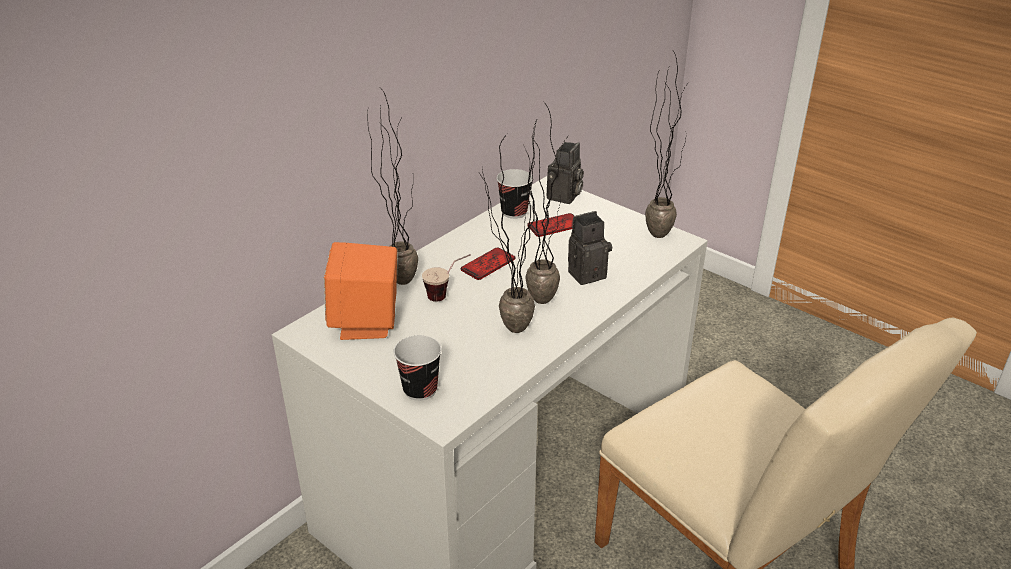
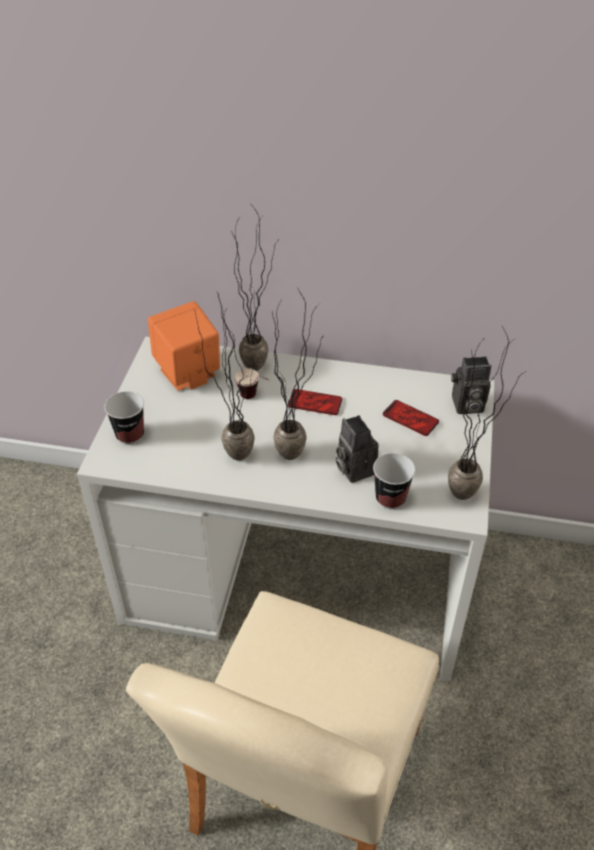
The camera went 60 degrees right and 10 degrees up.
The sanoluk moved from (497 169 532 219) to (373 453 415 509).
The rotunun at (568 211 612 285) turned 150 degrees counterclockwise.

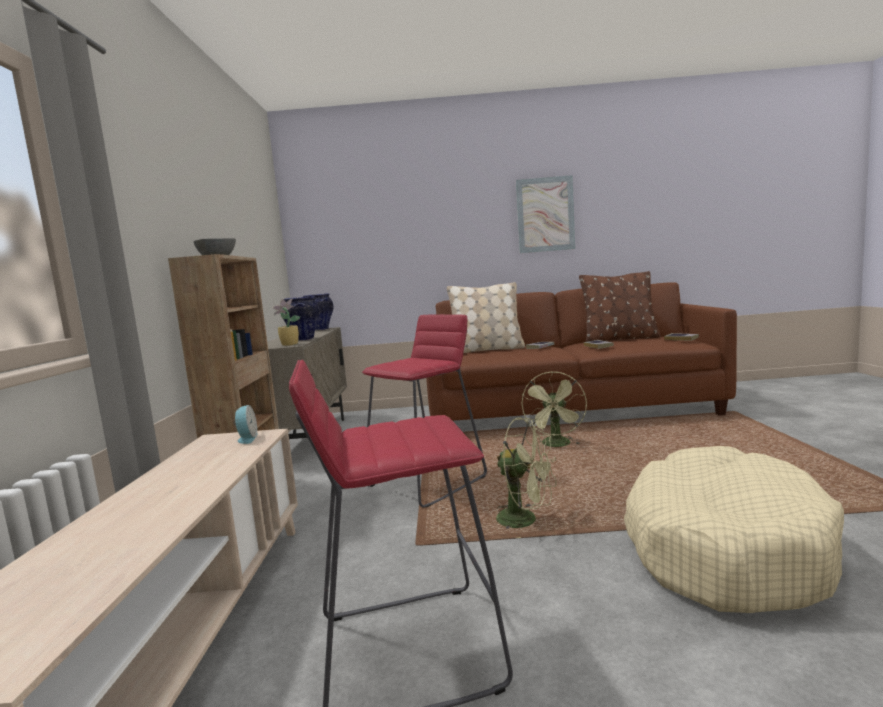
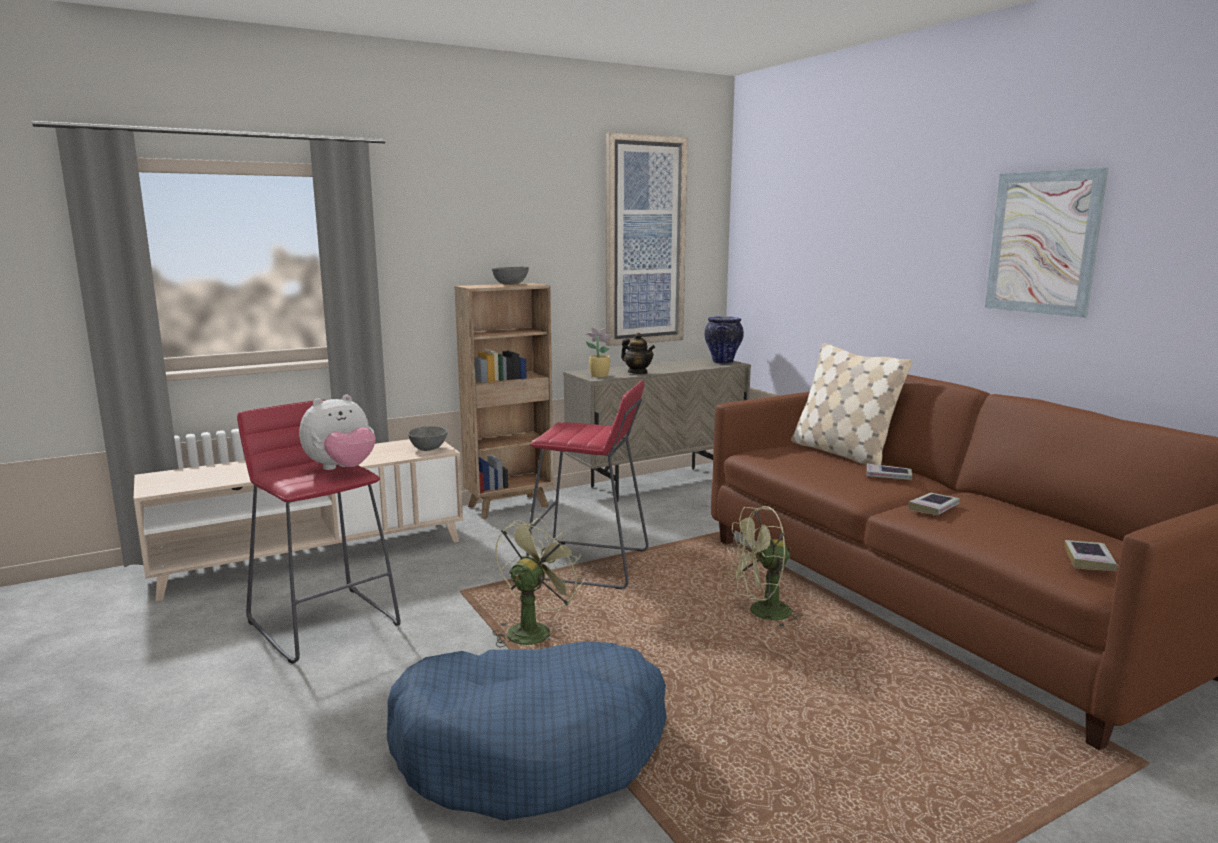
The camera went 60 degrees right and 5 degrees up.
The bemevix at (233 405 258 444) was replaced by the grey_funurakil at (408 426 448 451).
The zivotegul at (283 296 320 341) was replaced by the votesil at (621 333 655 374).
The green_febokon at (496 417 556 538) turned 150 degrees counterclockwise.
The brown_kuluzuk at (579 271 661 342) disappeared.
The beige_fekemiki at (624 446 844 613) became the blue_fekemiki at (387 641 667 820).
The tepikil at (299 395 376 470) appeared.
The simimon at (606 132 688 346) appeared.

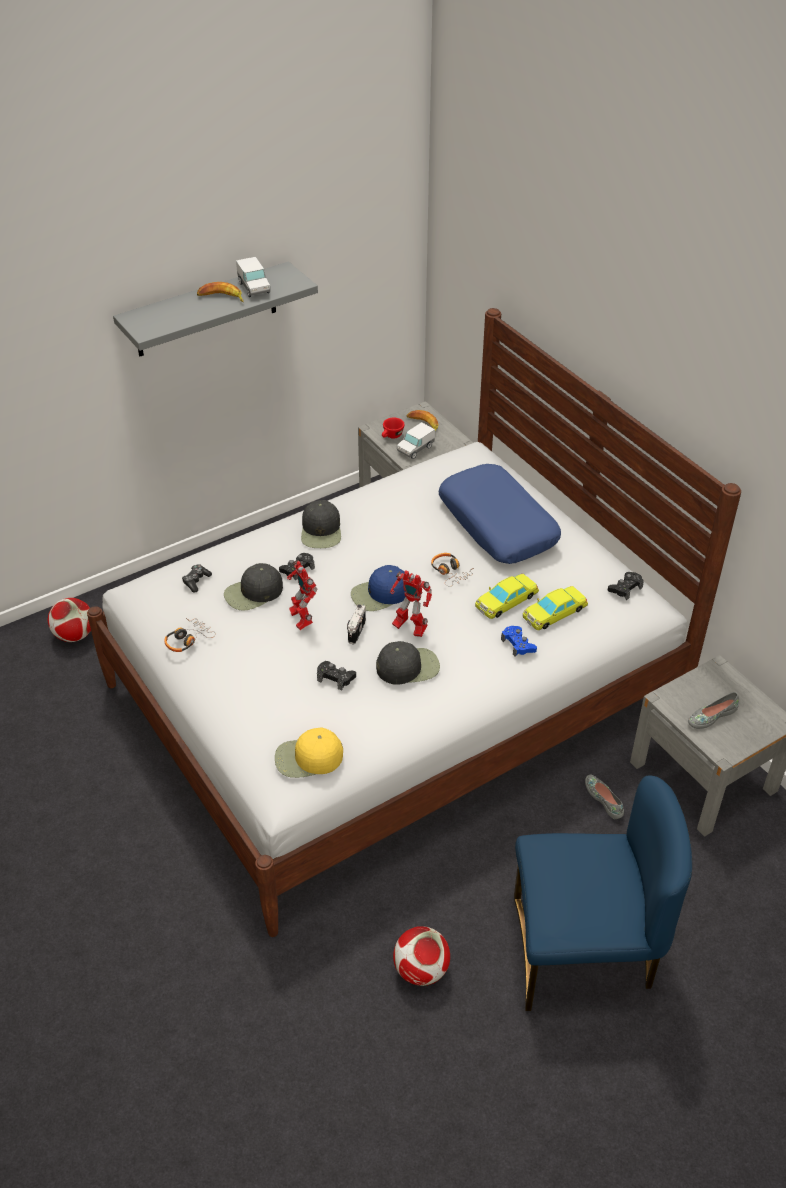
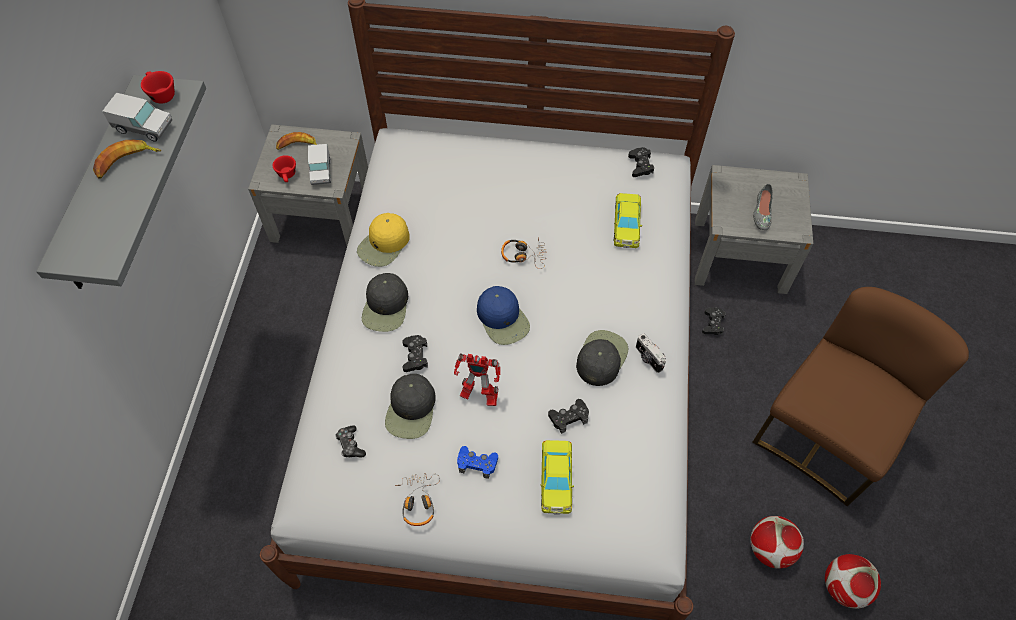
The camera went 50 degrees left and 15 degrees up.
The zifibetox moved from (48 598 91 642) to (825 554 881 609).
The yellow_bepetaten moved from (275 728 343 778) to (357 213 410 267).
The black_bepetaten at (301 500 341 548) turned 60 degrees clockwise.
The rotunun moved from (347 604 366 645) to (636 333 666 373).
The blue_bepetaten at (351 565 405 611) turned 45 degrees counterclockwise.
The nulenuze at (390 570 432 637) disappeared.
The blue_kuluzuk at (439 464 561 564) disappeared.
The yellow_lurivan moved from (475 574 539 619) to (541 440 574 514).
The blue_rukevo moved from (501 626 537 656) to (457 446 498 479).
The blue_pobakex at (514 775 692 1011) became the brown_pobakex at (752 287 969 506).
The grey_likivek at (585 775 624 819) was replaced by the black_rukevo at (702 307 726 335).
The red_sanoluk at (141 71 175 104) appeared.

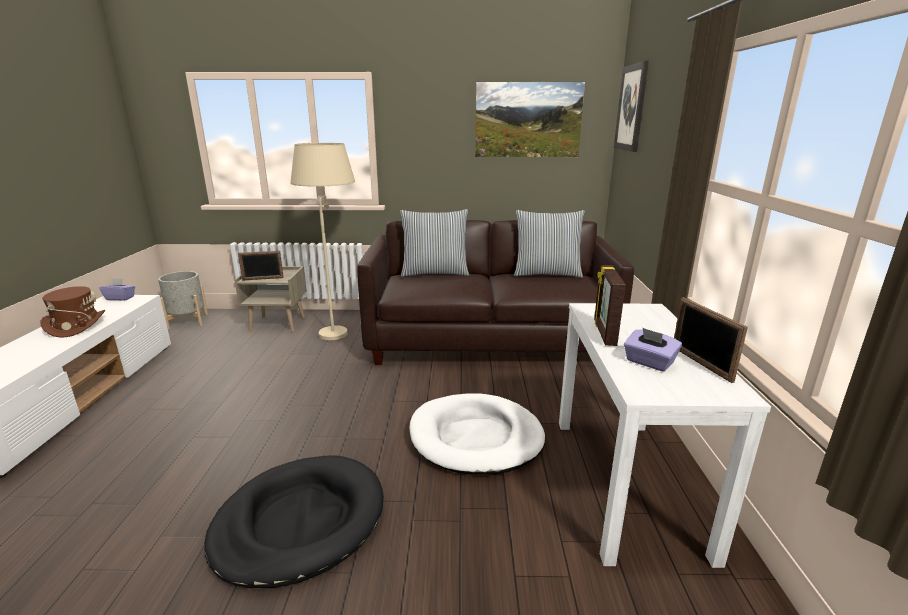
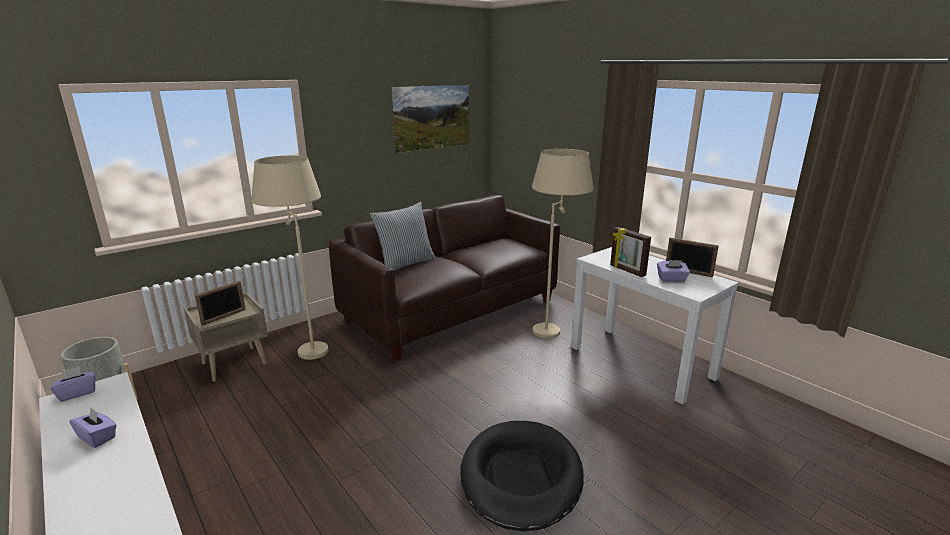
The camera went 40 degrees left and 0 degrees up.
The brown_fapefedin at (41 286 105 337) was replaced by the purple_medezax at (69 408 117 448).
The white_fekemiki at (409 393 545 475) disappeared.
The kuluzuk at (514 210 584 278) disappeared.
The simimon at (614 61 649 152) disappeared.
The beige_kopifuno at (532 149 594 339) appeared.

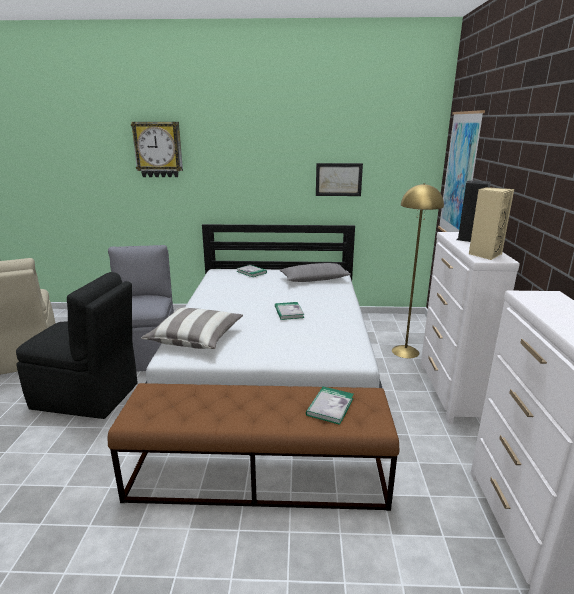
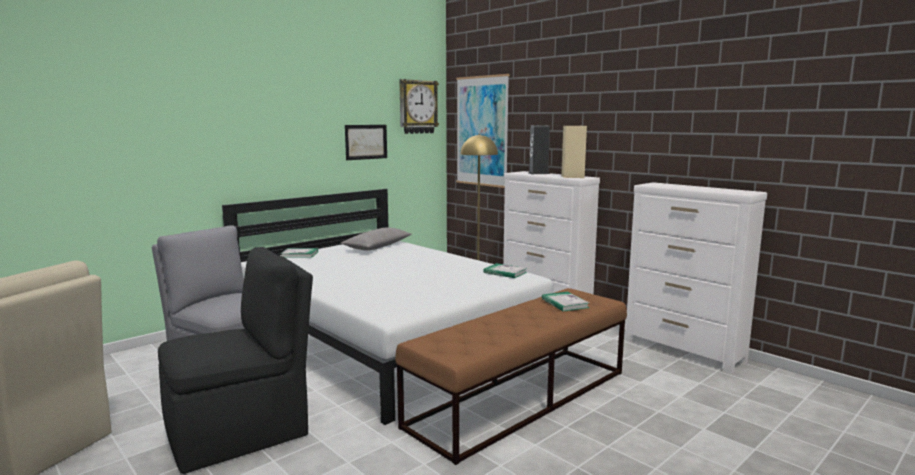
The camera went 45 degrees left and 10 degrees down.
The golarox moved from (131 122 183 177) to (399 79 439 134).
The kuluzuk at (141 308 243 349) disappeared.
The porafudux moved from (275 302 304 320) to (484 263 527 278).

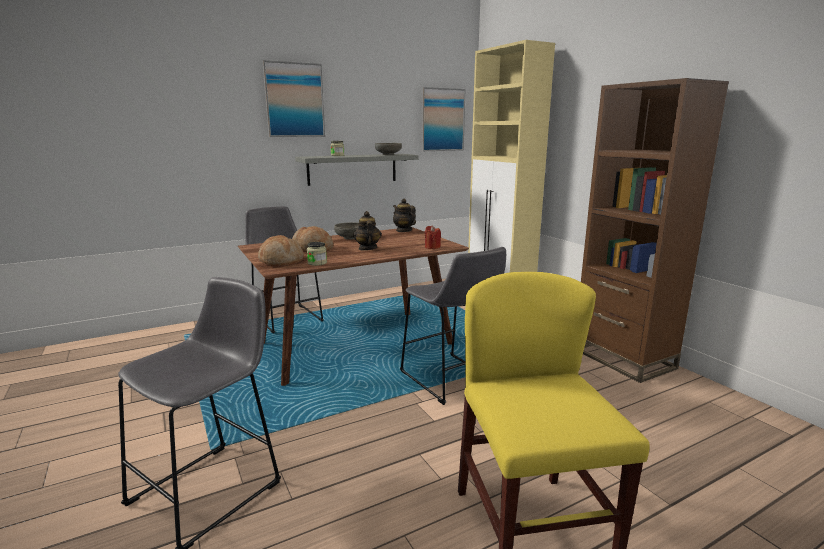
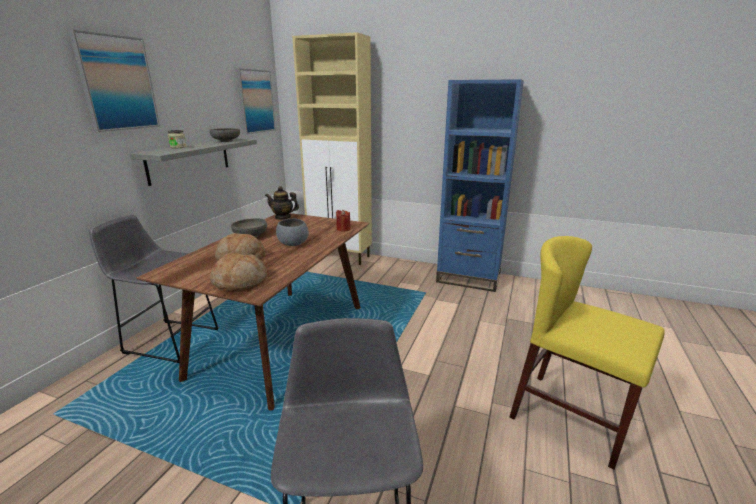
The camera went 40 degrees left and 5 degrees up.
The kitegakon at (307 242 327 266) disappeared.
The votesil at (353 211 382 251) was replaced by the grey_funurakil at (276 219 309 246).
The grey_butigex at (400 247 506 405) disappeared.
The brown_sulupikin at (581 78 729 383) became the blue_sulupikin at (436 79 524 292).

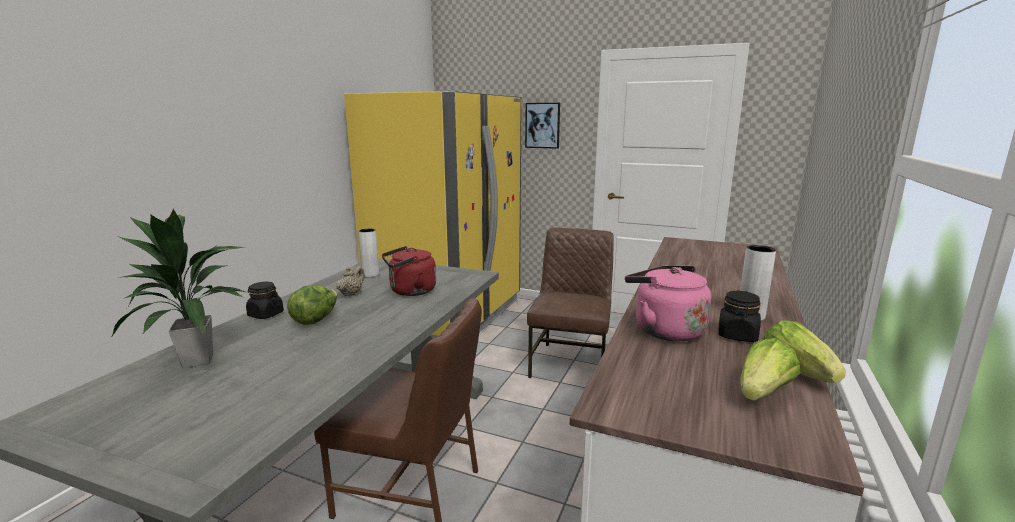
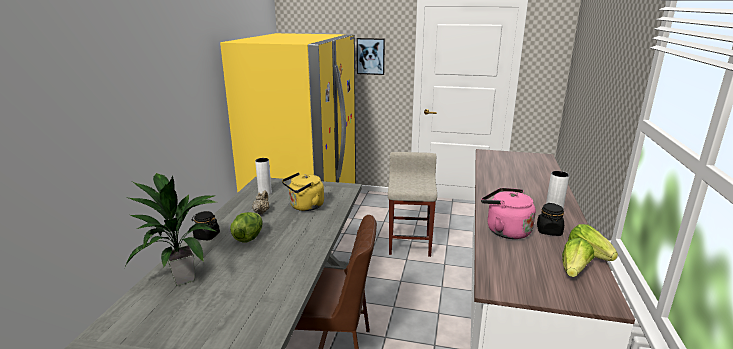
The camera went 10 degrees left and 5 degrees up.
The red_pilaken at (382 246 436 296) became the yellow_pilaken at (282 172 324 211).
The brown_pobakex at (527 228 614 378) was replaced by the beige_butigex at (388 152 437 257).

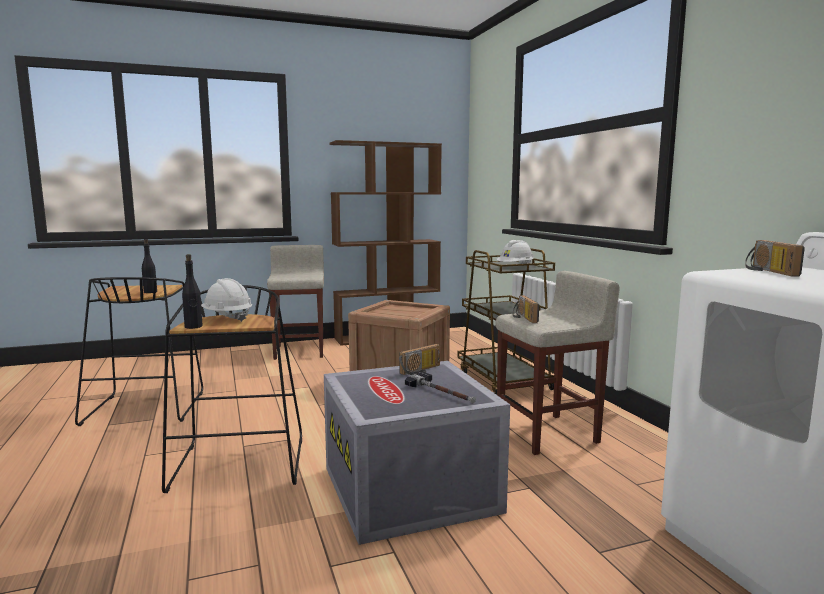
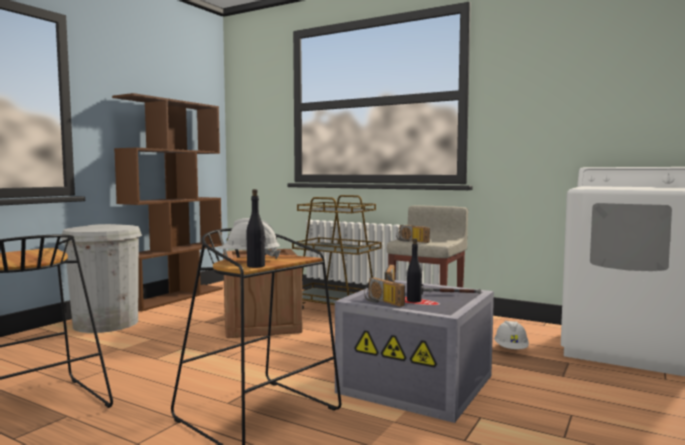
The camera went 40 degrees left and 5 degrees down.
The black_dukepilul moved from (142 239 157 293) to (407 238 422 302).
The beige_butigex at (267 245 324 360) was replaced by the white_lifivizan at (61 224 142 333).
The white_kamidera moved from (496 240 534 266) to (494 321 529 349).
The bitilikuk moved from (745 240 805 277) to (364 277 405 307).

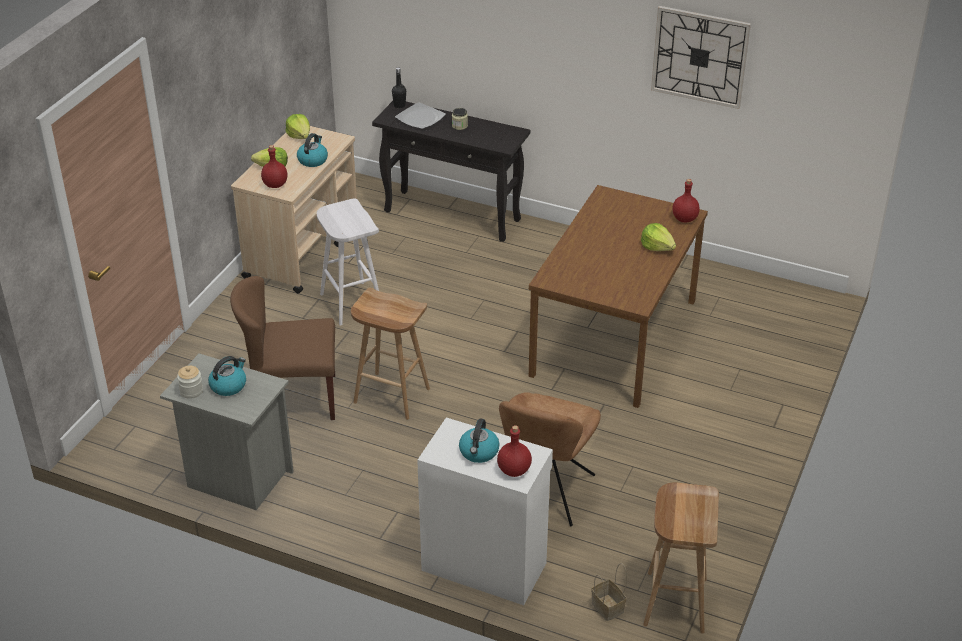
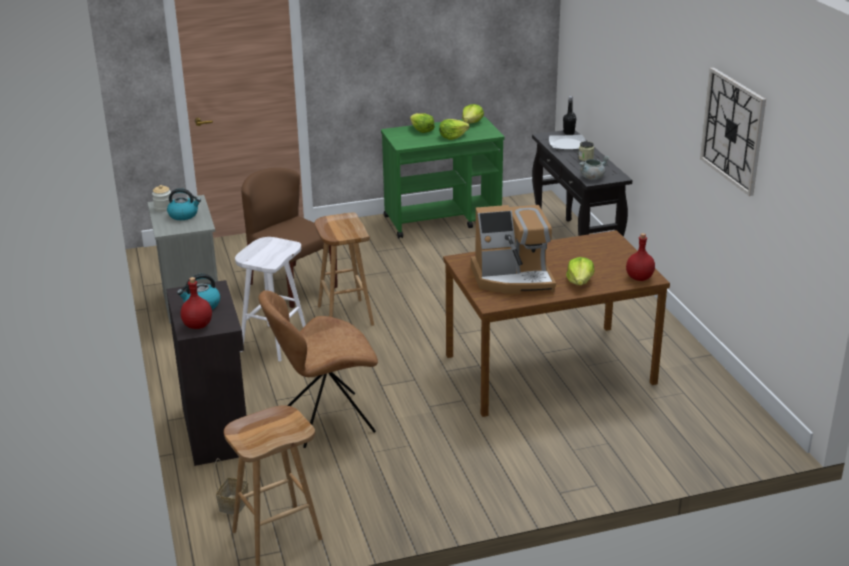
The camera went 50 degrees right and 10 degrees down.
The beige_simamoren at (231 126 357 293) became the green_simamoren at (381 117 505 238).
The red_dukepilul at (261 145 287 188) disappeared.
The pilaken at (297 133 328 167) was replaced by the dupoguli at (439 119 470 140).
The white_butigex moved from (317 199 379 326) to (235 237 306 361).
The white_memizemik at (417 417 553 605) became the black_memizemik at (166 280 246 466).
The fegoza at (471 205 556 294) appeared.
The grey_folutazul at (579 156 610 180) appeared.

